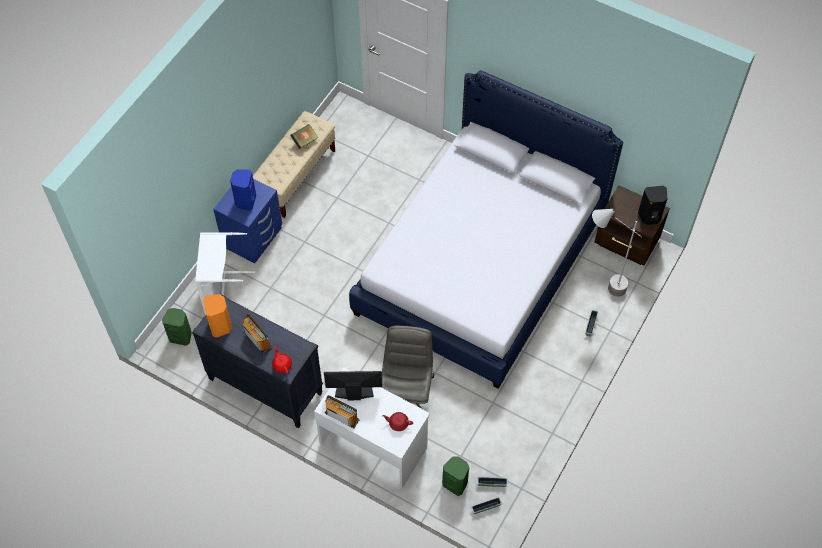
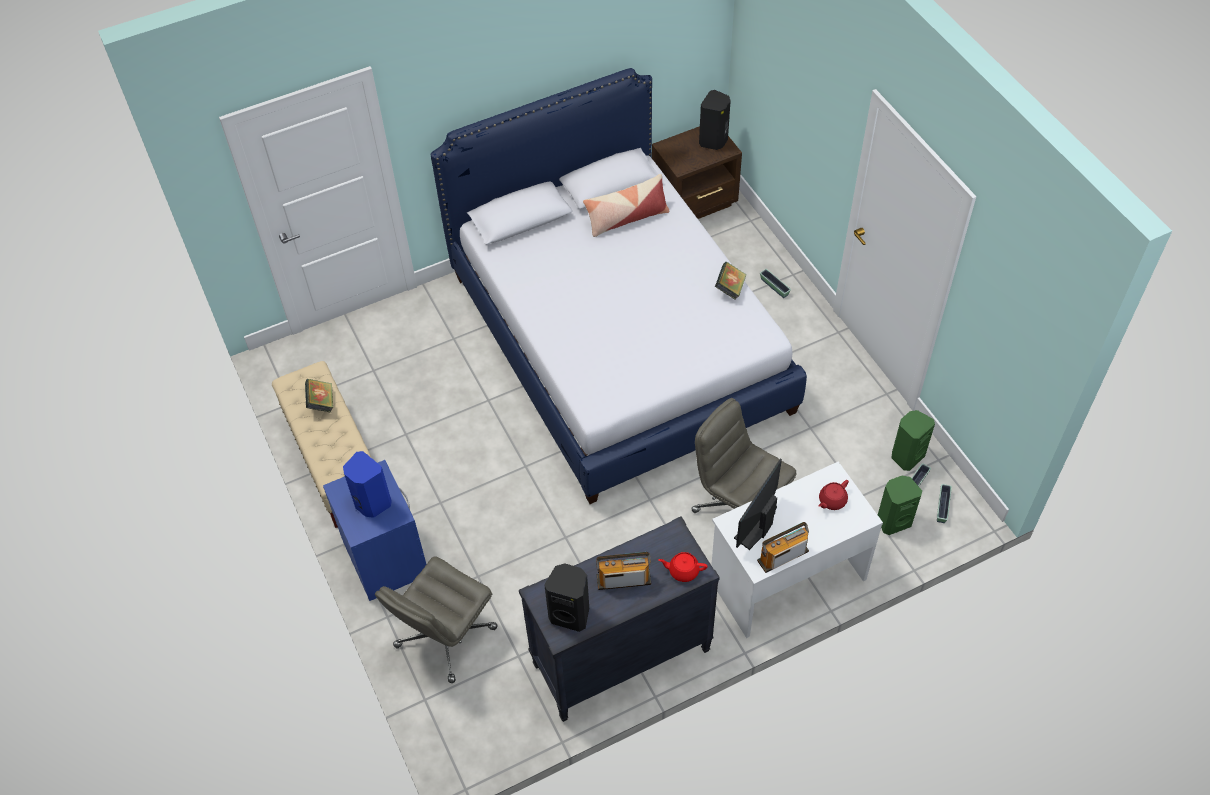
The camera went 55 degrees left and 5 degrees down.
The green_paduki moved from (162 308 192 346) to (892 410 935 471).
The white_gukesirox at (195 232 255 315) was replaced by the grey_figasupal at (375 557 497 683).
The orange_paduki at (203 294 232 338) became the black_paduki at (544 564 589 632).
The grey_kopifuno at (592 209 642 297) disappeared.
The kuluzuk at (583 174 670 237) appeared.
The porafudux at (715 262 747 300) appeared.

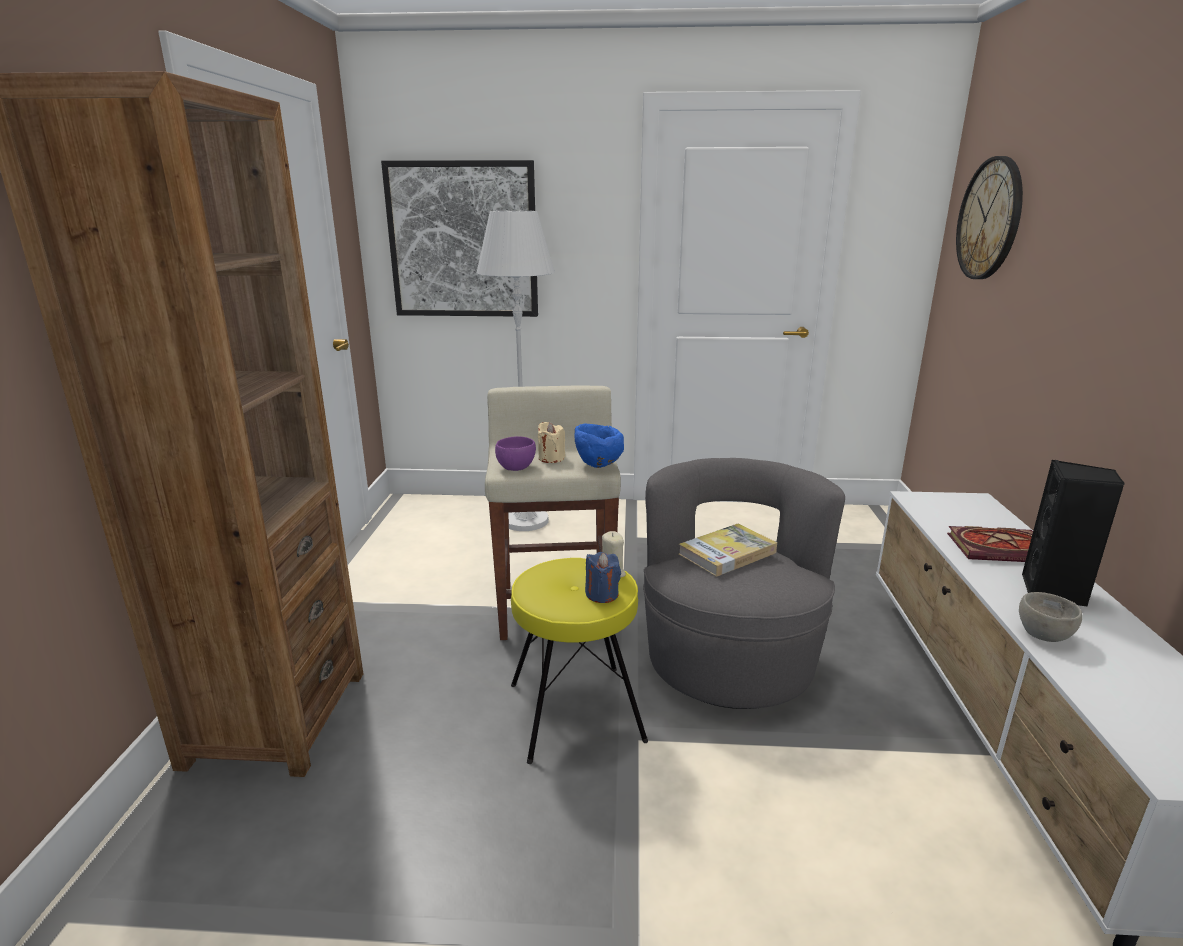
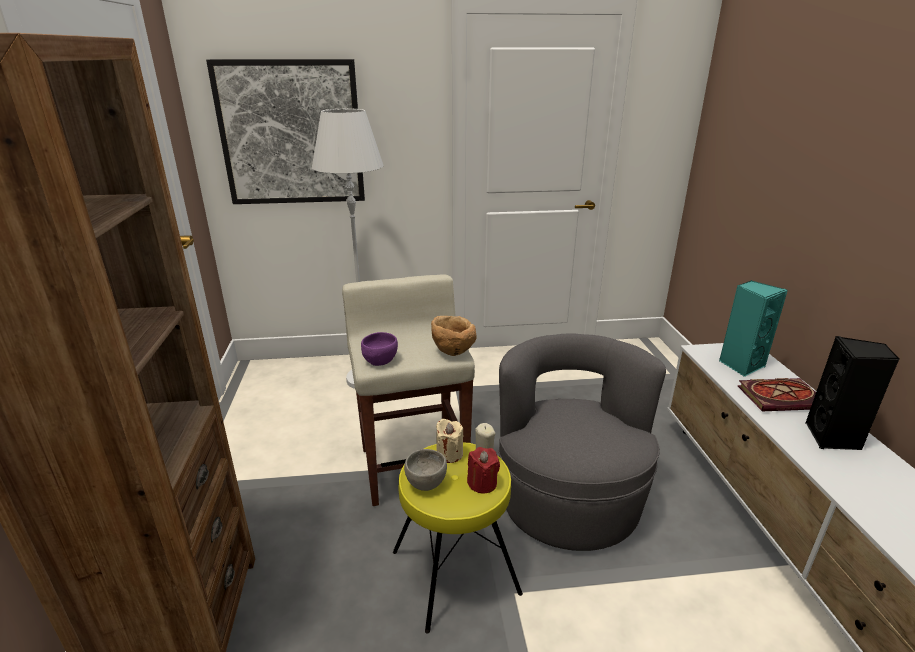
The camera went 10 degrees left and 5 degrees up.
The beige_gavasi moved from (538 422 565 463) to (436 419 463 463).
The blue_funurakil at (574 424 624 468) became the brown_funurakil at (431 316 477 356).
The blue_gavasi at (585 552 621 603) became the red_gavasi at (467 447 500 493).
The porafudux at (679 524 777 577) disappeared.
The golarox at (956 156 1023 279) disappeared.
The grey_funurakil moved from (1019 592 1083 642) to (404 449 447 491).
The turquoise_paduki at (719 280 788 377) appeared.

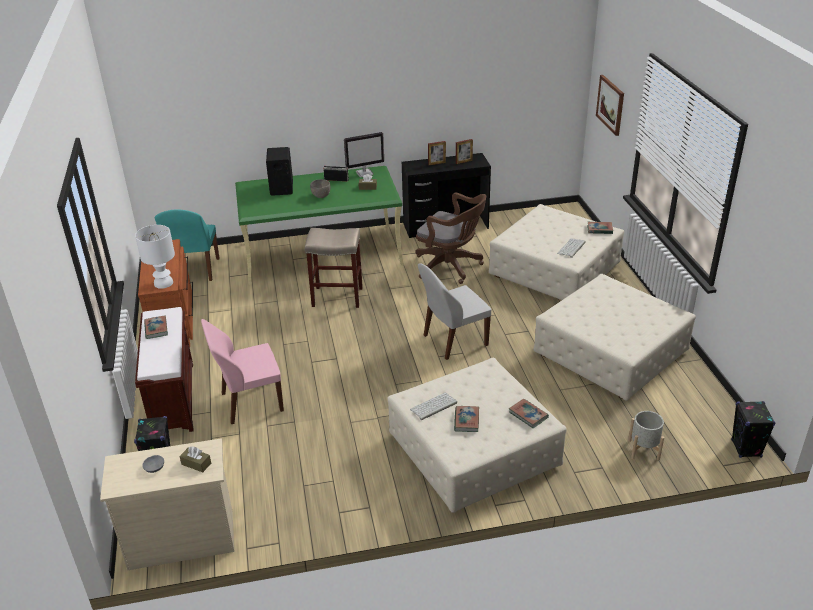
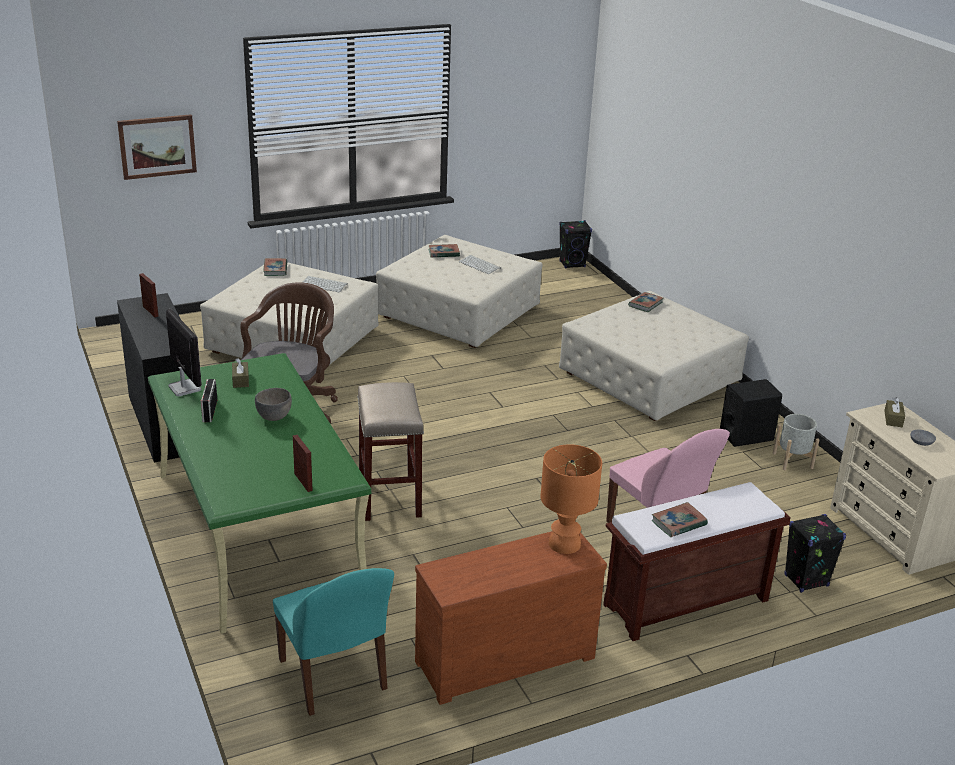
The camera went 105 degrees left and 5 degrees down.
The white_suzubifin at (135 225 175 289) became the orange_suzubifin at (540 444 602 554).
The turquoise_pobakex at (155 209 220 281) turned 75 degrees clockwise.
The black_paduki moved from (266 147 293 196) to (720 379 782 447).
The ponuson moved from (410 392 457 420) to (459 255 501 274).
The white_pobakex at (418 263 491 360) disappeared.
The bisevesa moved from (428 141 446 165) to (293 435 313 492).
The porafudux moved from (454 406 479 432) to (428 244 460 257).
The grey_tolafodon moved from (628 411 664 460) to (773 414 819 470).

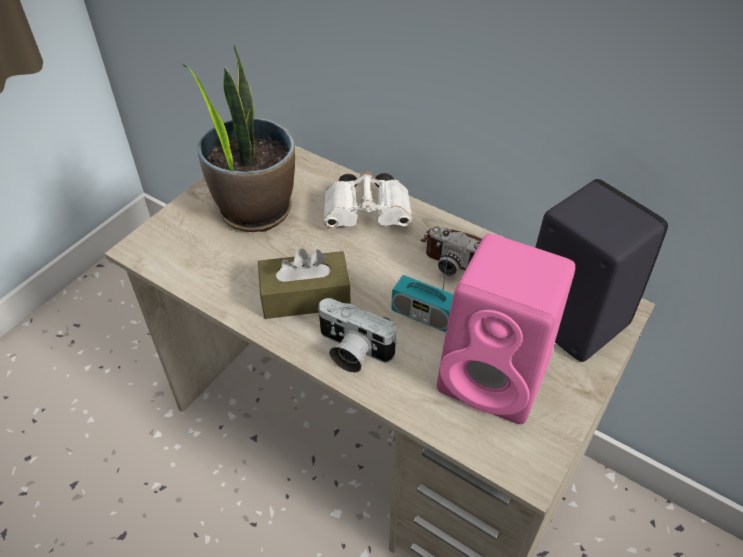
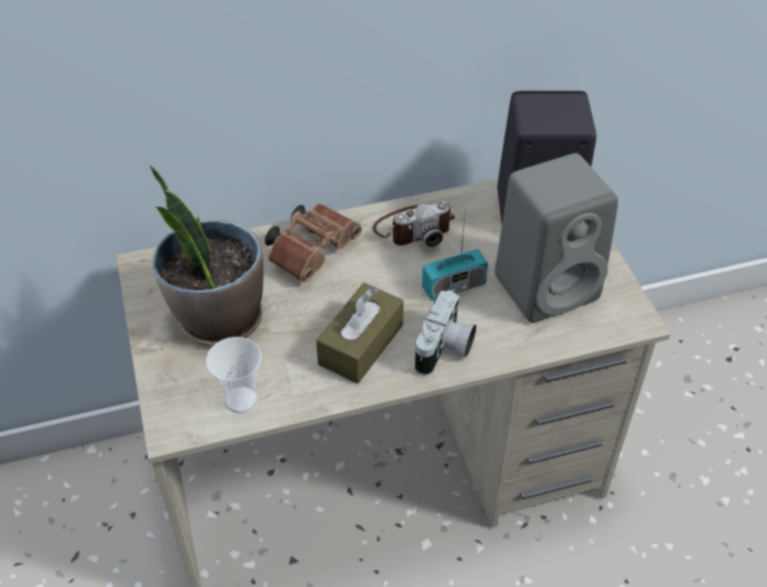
The camera went 50 degrees left and 0 degrees up.
The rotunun at (318 298 398 373) turned 45 degrees counterclockwise.
The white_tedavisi at (323 171 412 228) became the brown_tedavisi at (265 204 362 283).
The pink_paduki at (437 234 575 424) became the grey_paduki at (495 153 618 323).
The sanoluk at (206 337 262 413) appeared.

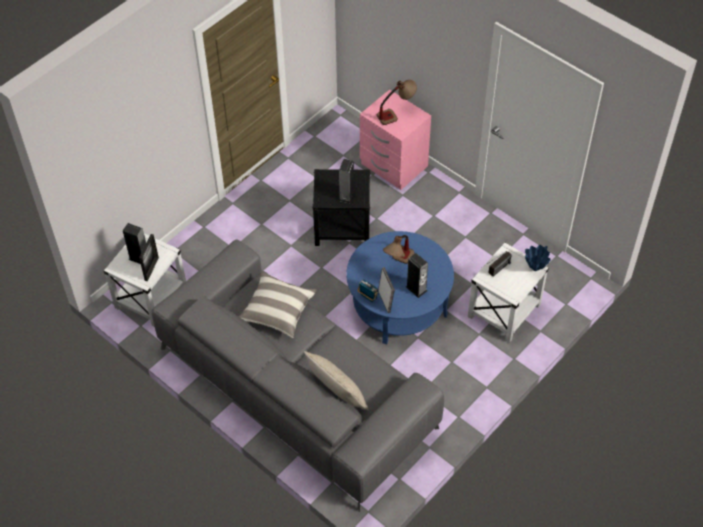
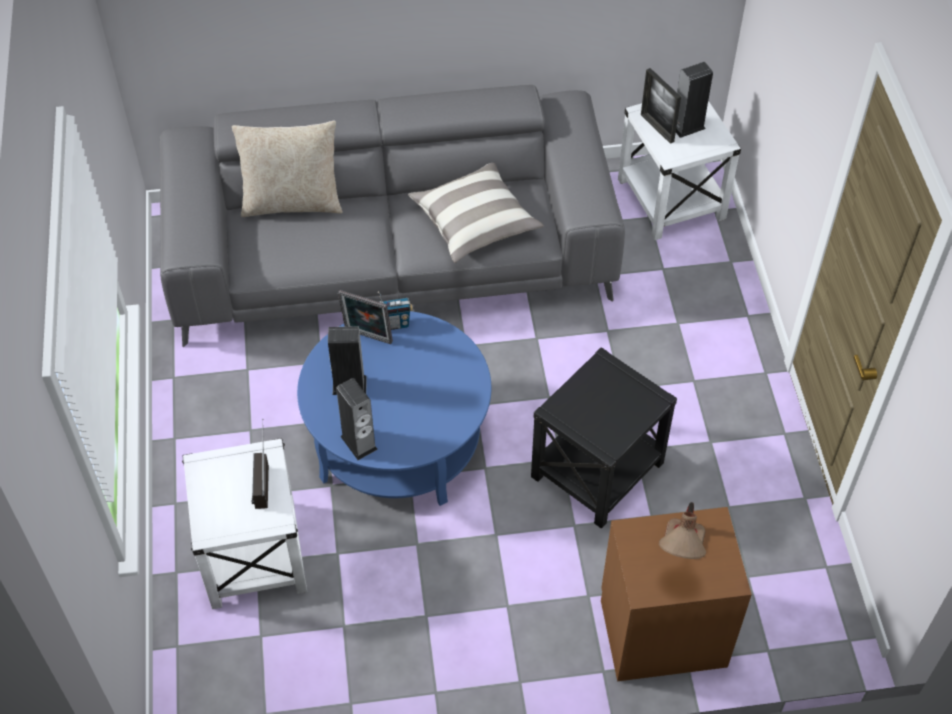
The camera went 130 degrees right and 0 degrees up.
The paduki moved from (339 159 355 203) to (336 378 378 460).
The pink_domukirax at (360 90 431 190) became the brown_domukirax at (601 507 752 681).
The suzubifin at (383 235 415 264) disappeared.
The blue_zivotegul at (525 245 551 271) disappeared.

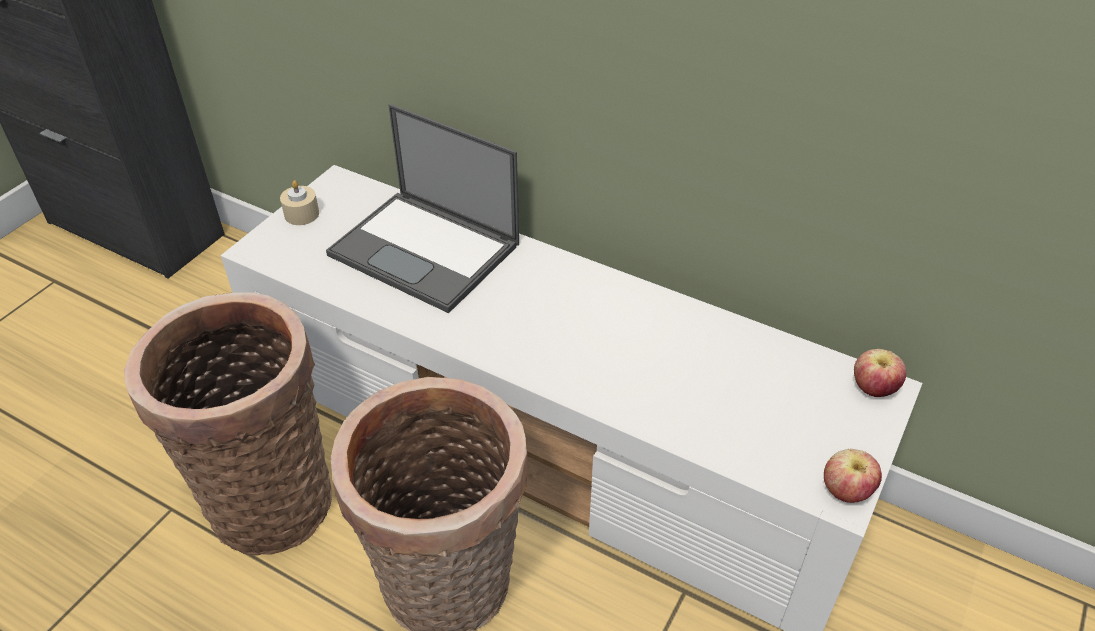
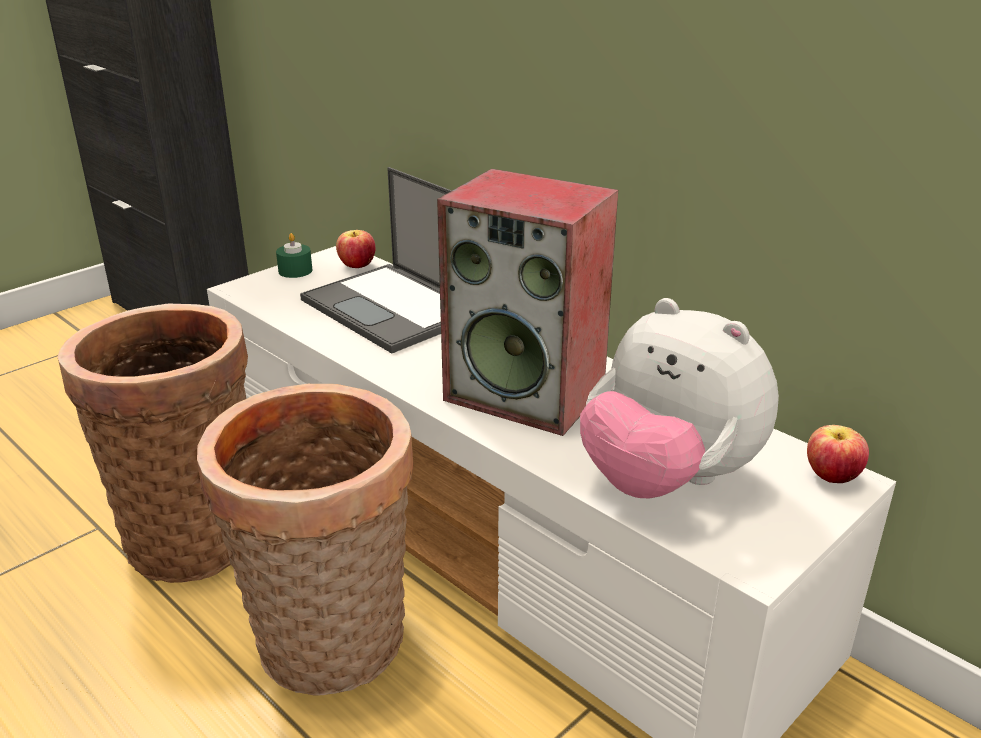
The camera went 15 degrees right and 15 degrees down.
The beige_gavasi at (280 180 319 225) became the green_gavasi at (276 233 312 278).
The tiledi moved from (824 449 882 503) to (336 230 375 268).
The paduki at (437 169 618 436) appeared.
The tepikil at (580 298 779 498) appeared.

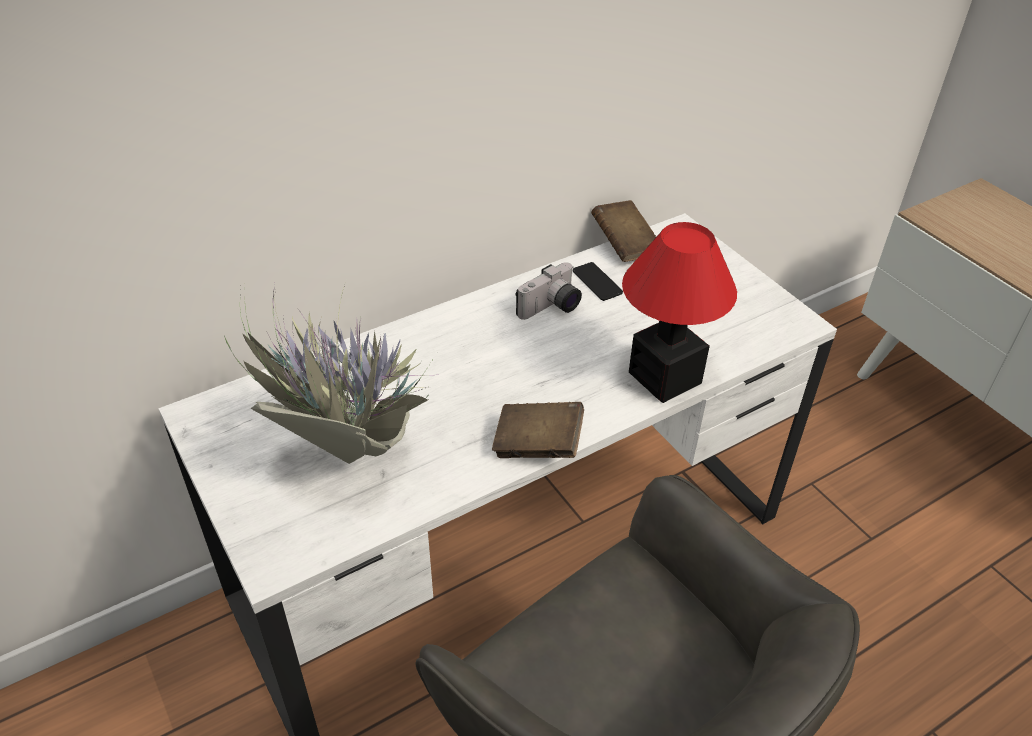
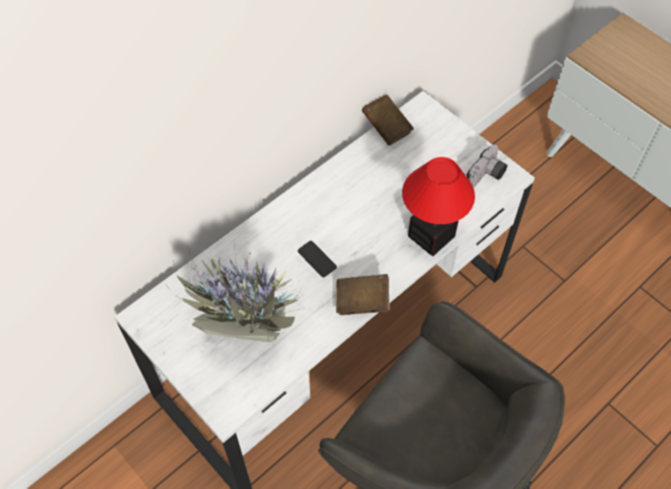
The camera went 10 degrees left and 15 degrees up.
The rotunun moved from (516 262 582 320) to (467 144 508 188).
The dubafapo moved from (573 262 623 301) to (298 241 337 277).

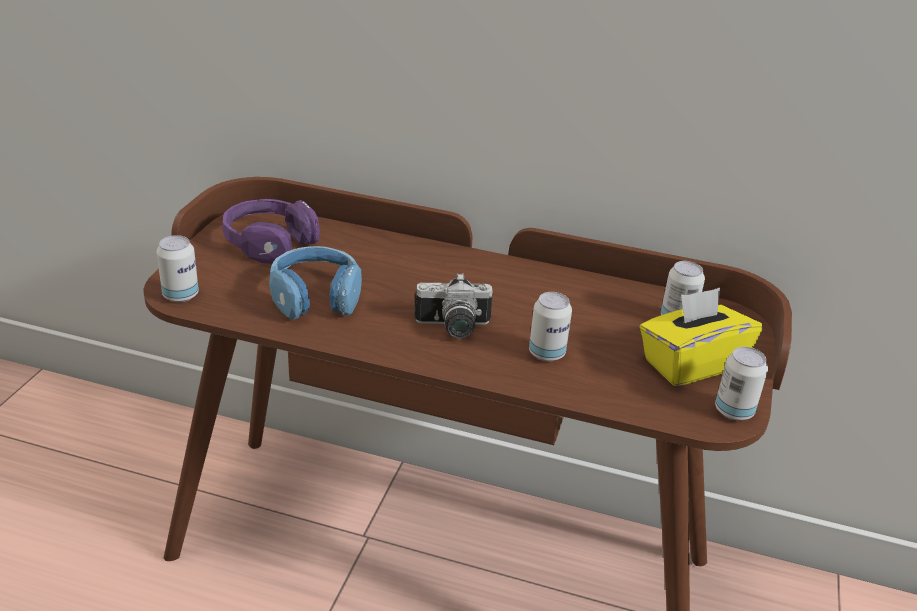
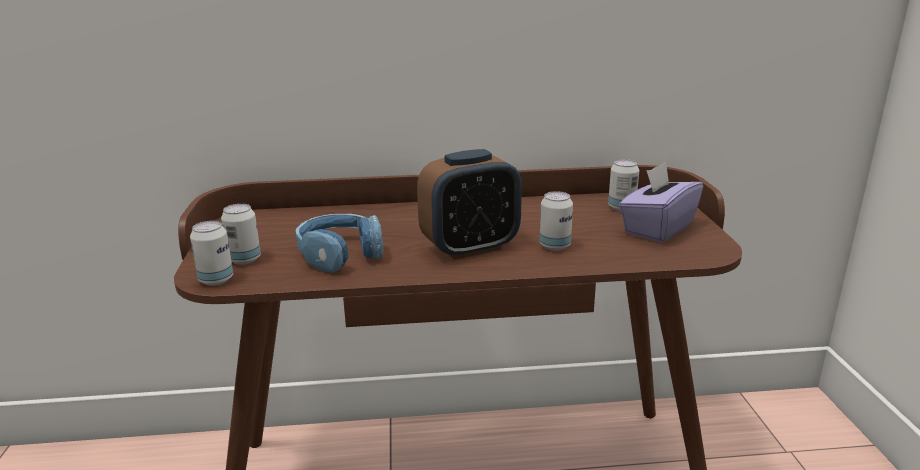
The camera went 20 degrees left and 10 degrees down.
The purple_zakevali at (222 199 320 264) disappeared.
The rotunun at (414 273 493 339) was replaced by the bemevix at (417 149 522 260).
The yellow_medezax at (639 288 762 386) became the purple_medezax at (619 162 703 243).
The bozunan moved from (715 347 768 420) to (221 204 261 265).

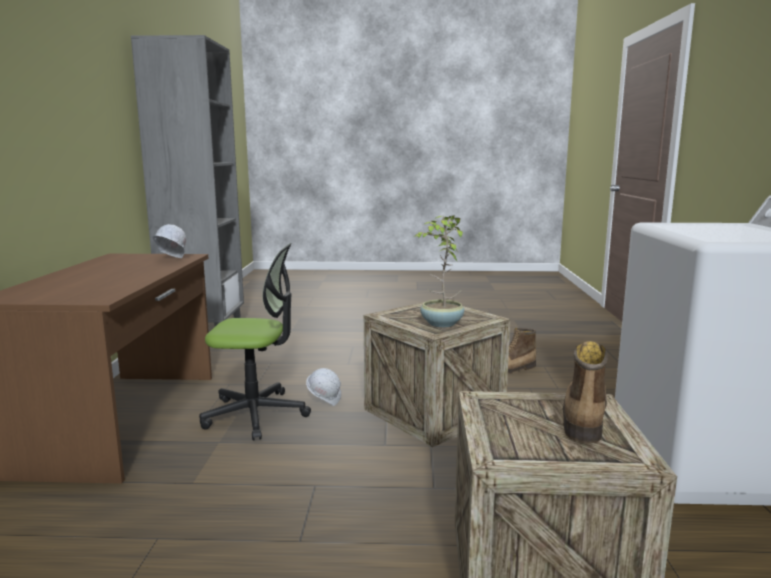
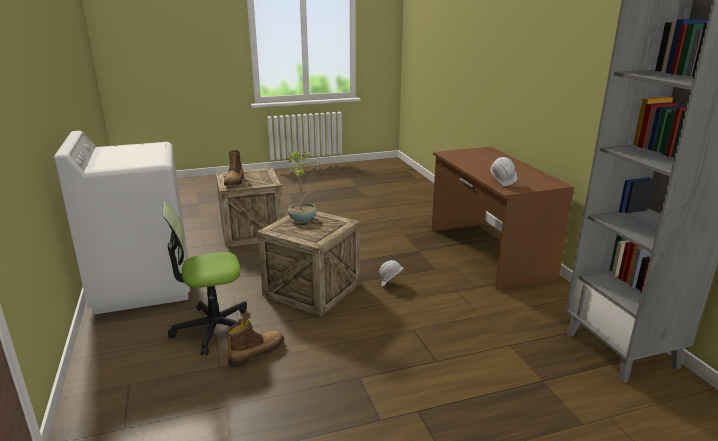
The camera went 160 degrees right and 10 degrees up.
The figasupal moved from (199 243 311 440) to (163 202 253 355).

